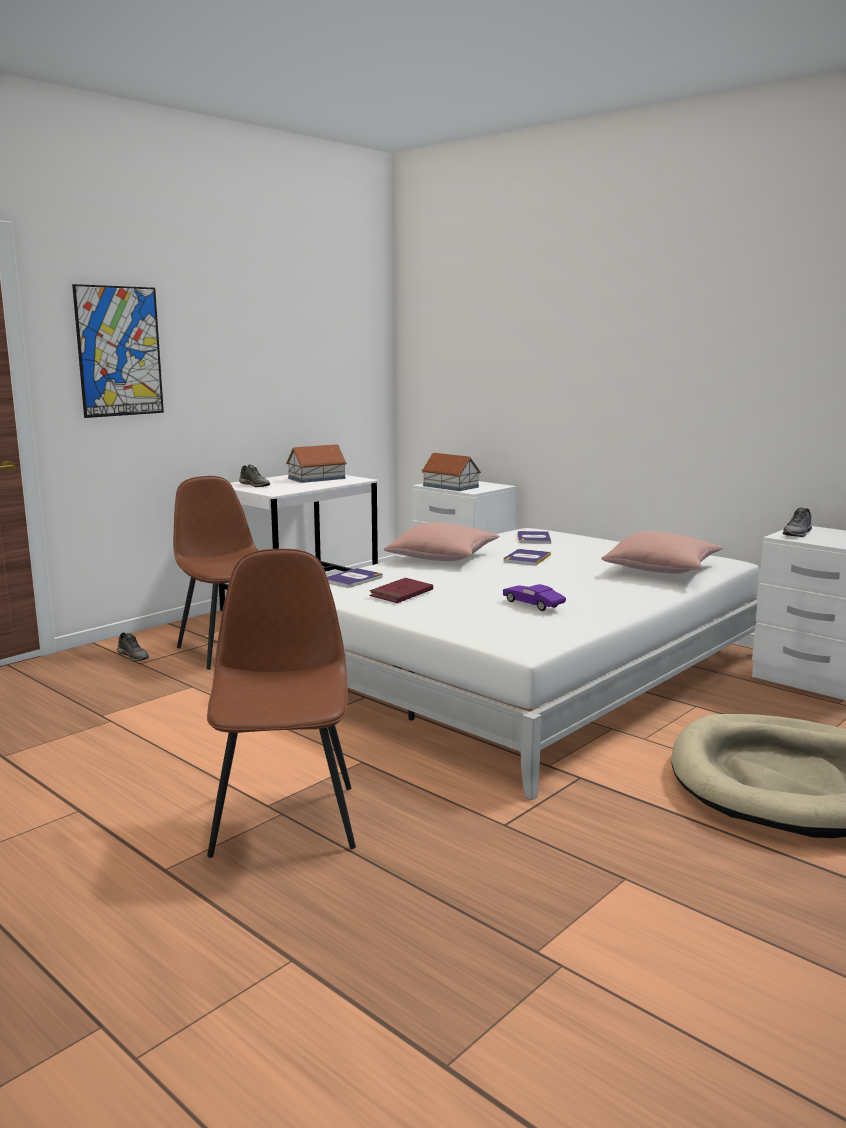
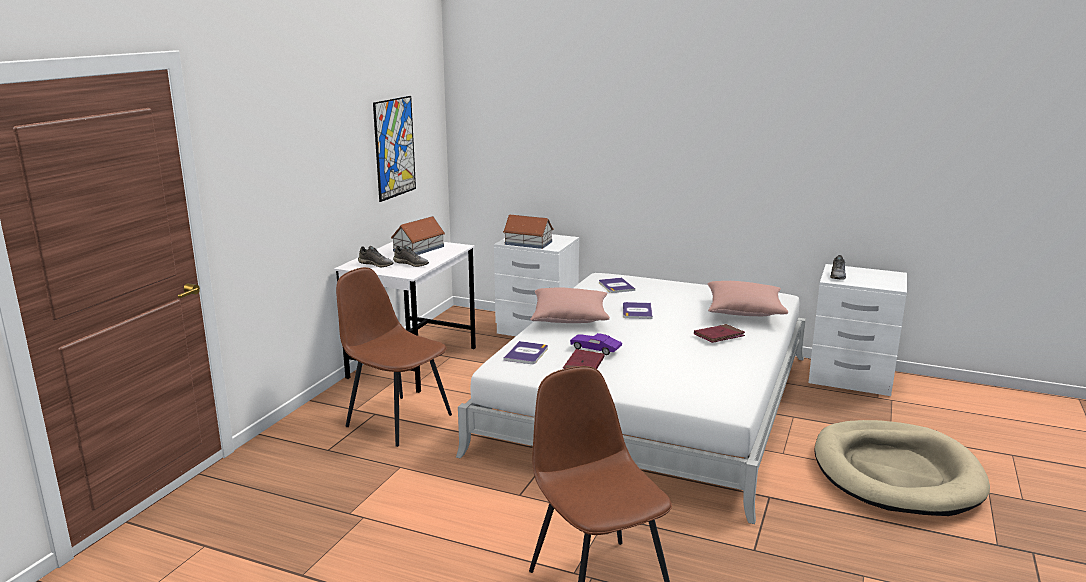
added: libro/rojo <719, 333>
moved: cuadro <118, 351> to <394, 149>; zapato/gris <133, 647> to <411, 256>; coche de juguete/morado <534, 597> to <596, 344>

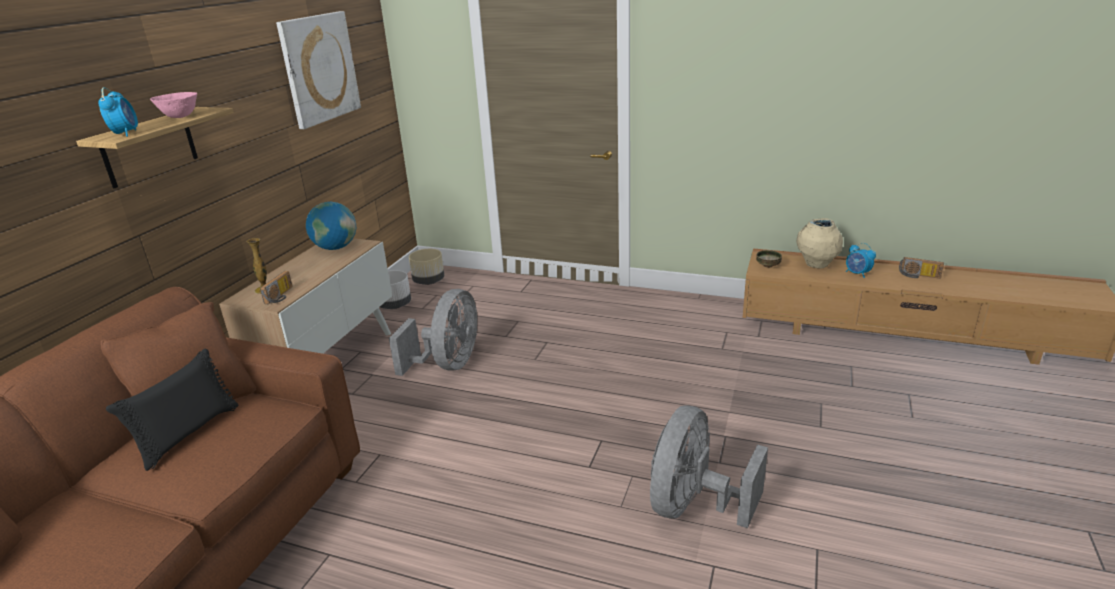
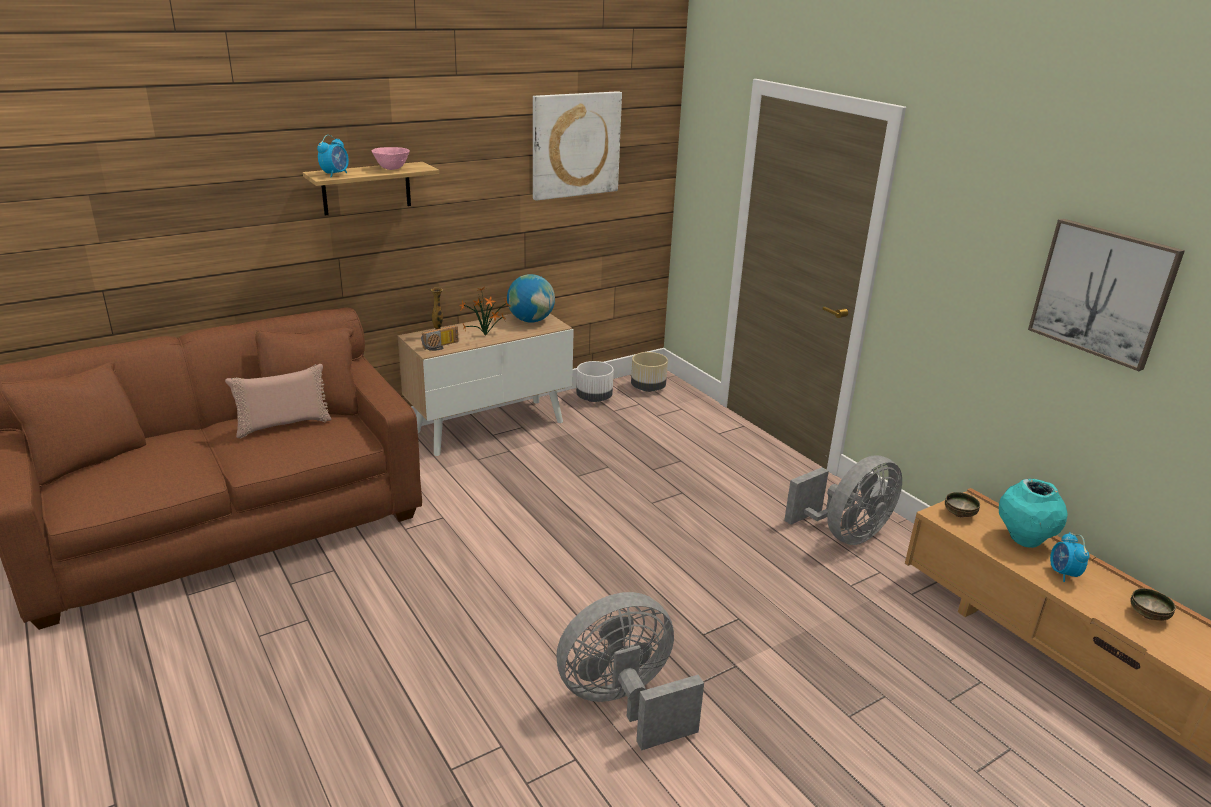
added: planta en maceta <484, 311>; cuadro <1106, 295>
moved: ventilador/gris <433, 332> to <843, 500>
replaced: radio <921, 268> to cuenco <1153, 604>
recoloured: cojín/negro <172, 410> to cojín/beis <278, 401>; florero/beis <819, 243> to florero/turquesa <1033, 513>

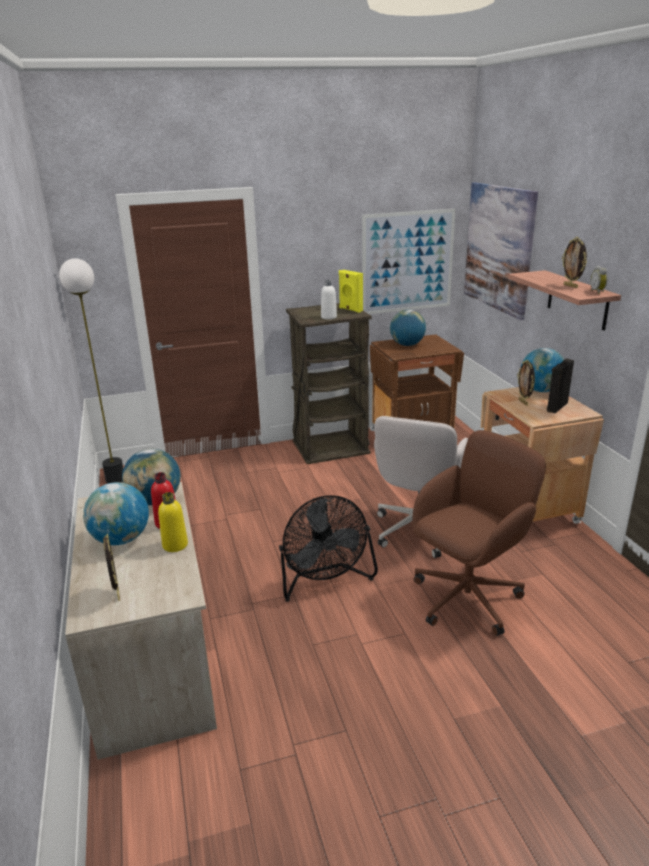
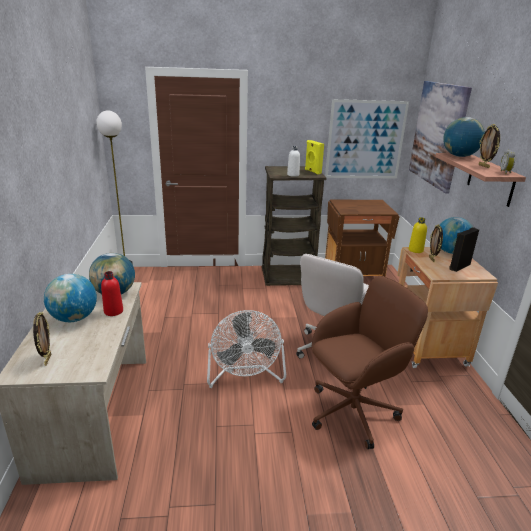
moved: botella/amarillo <173, 522> to <418, 235>; globo terráqueo <408, 327> to <464, 137>
recoloured: ventilador/negro <328, 548> to ventilador/blanco <246, 349>

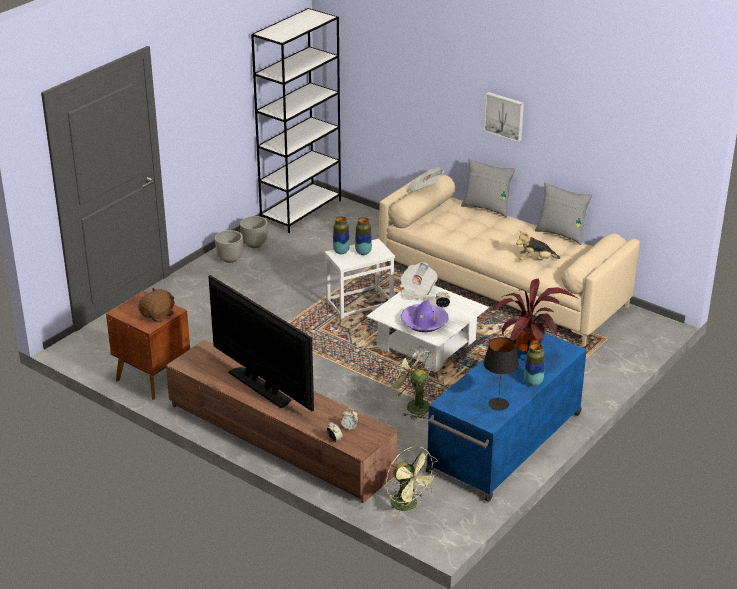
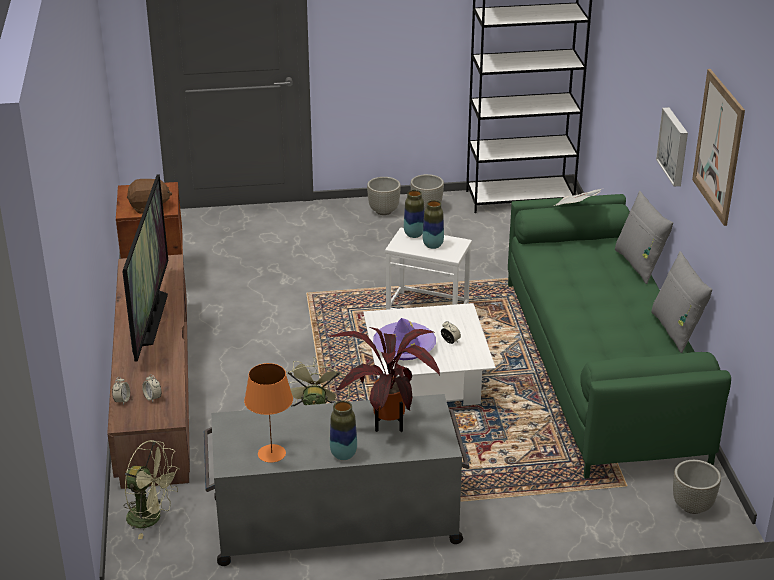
removed: periódico <419, 281>; peluche <538, 245>
added: maceta/gris <697, 487>; cuadro <718, 147>
recoloured: sofá/beis <509, 258> to sofá/verde <619, 336>; armario/azul <506, 417> to armario/gris <337, 480>; lámpara de mesa/negro <501, 374> to lámpara de mesa/naranja <268, 413>
turned: ventilador/verde <412, 482> = <152, 489> 75 degrees counterclockwise

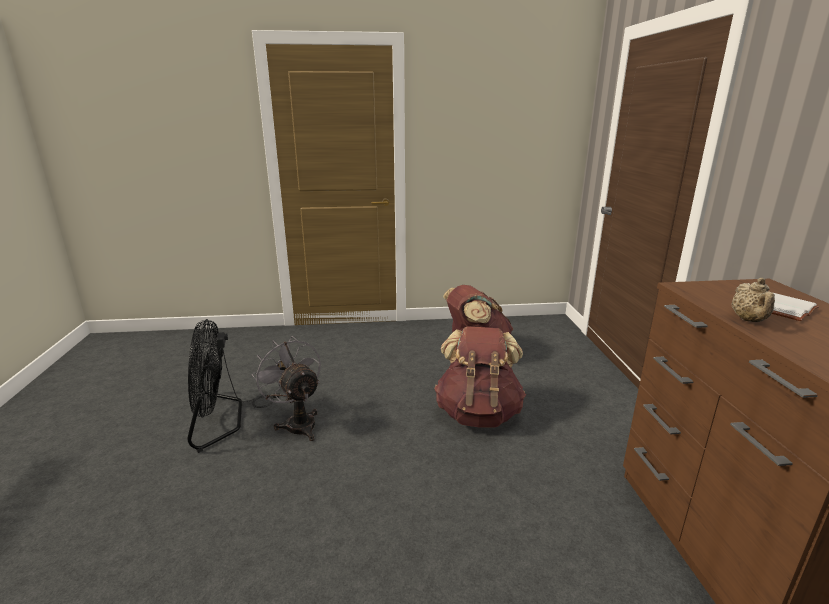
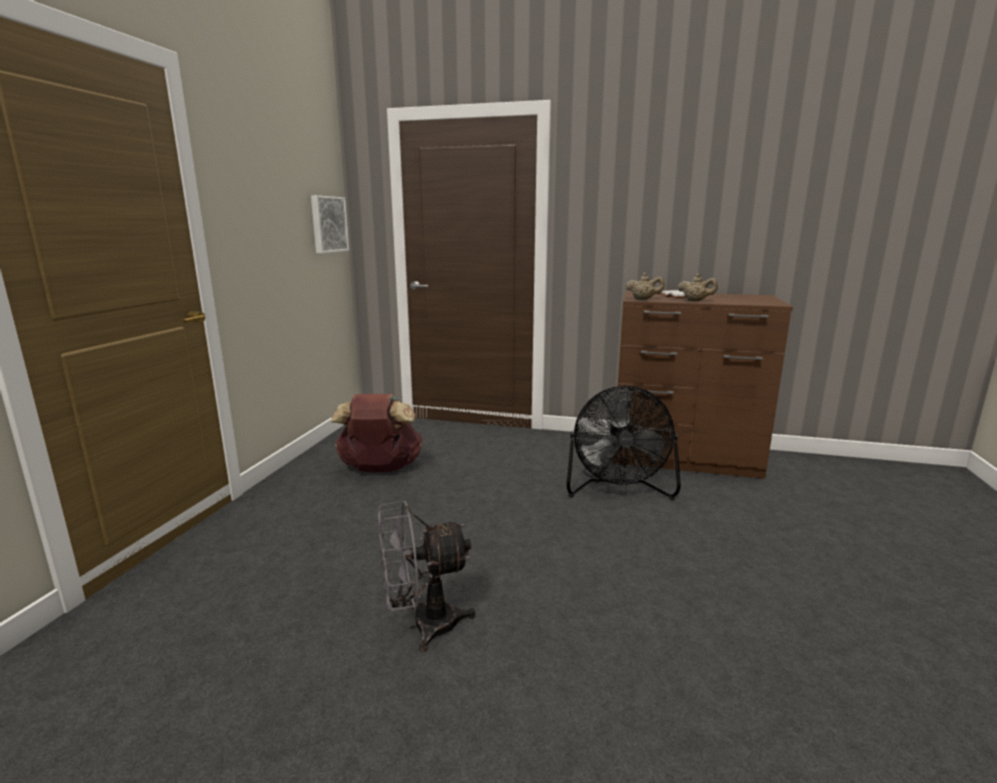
removed: mochila/marrón <480, 376>
added: cuadro <330, 224>; tetera/beis <645, 286>
moved: ventilador/negro <233, 386> to <624, 443>

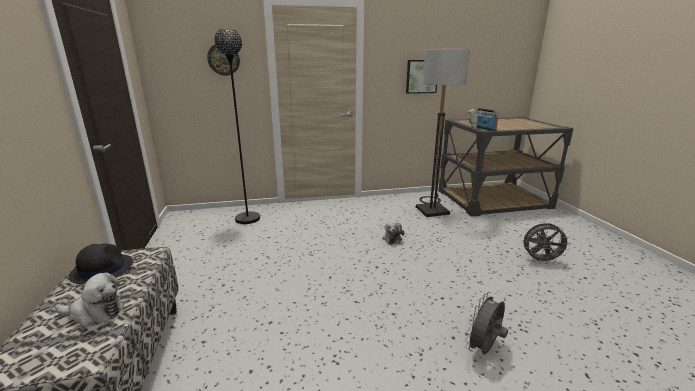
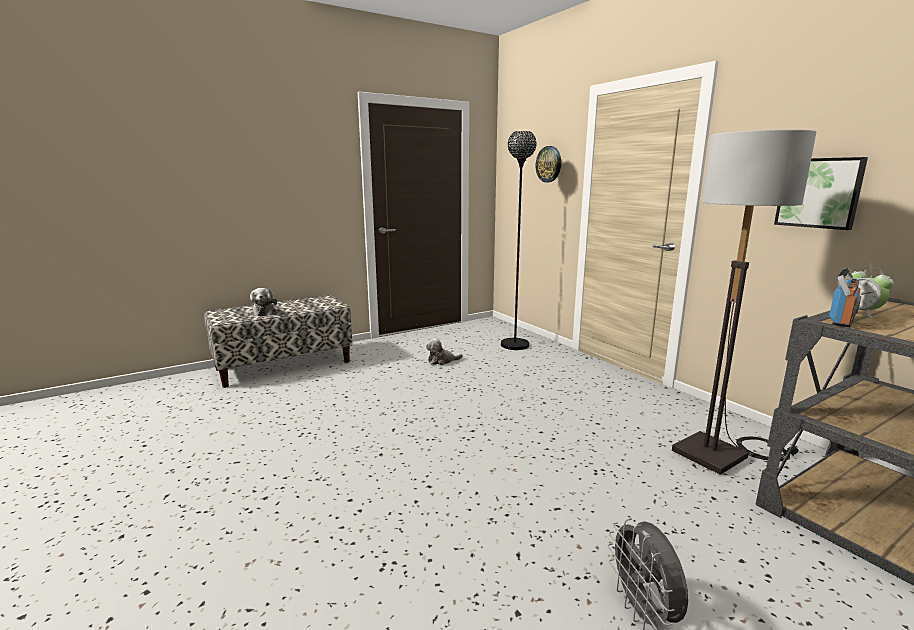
removed: sombrero/negro <100, 263>; ventilador/gris <486, 323>
moved: peluche <393, 232> to <444, 351>

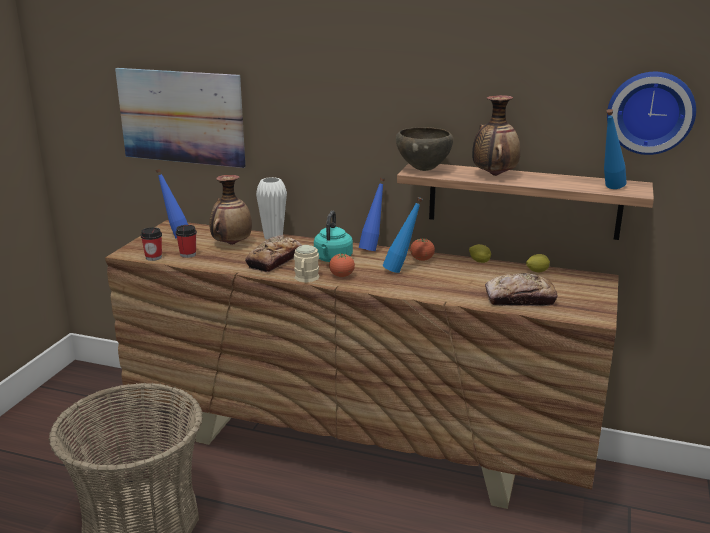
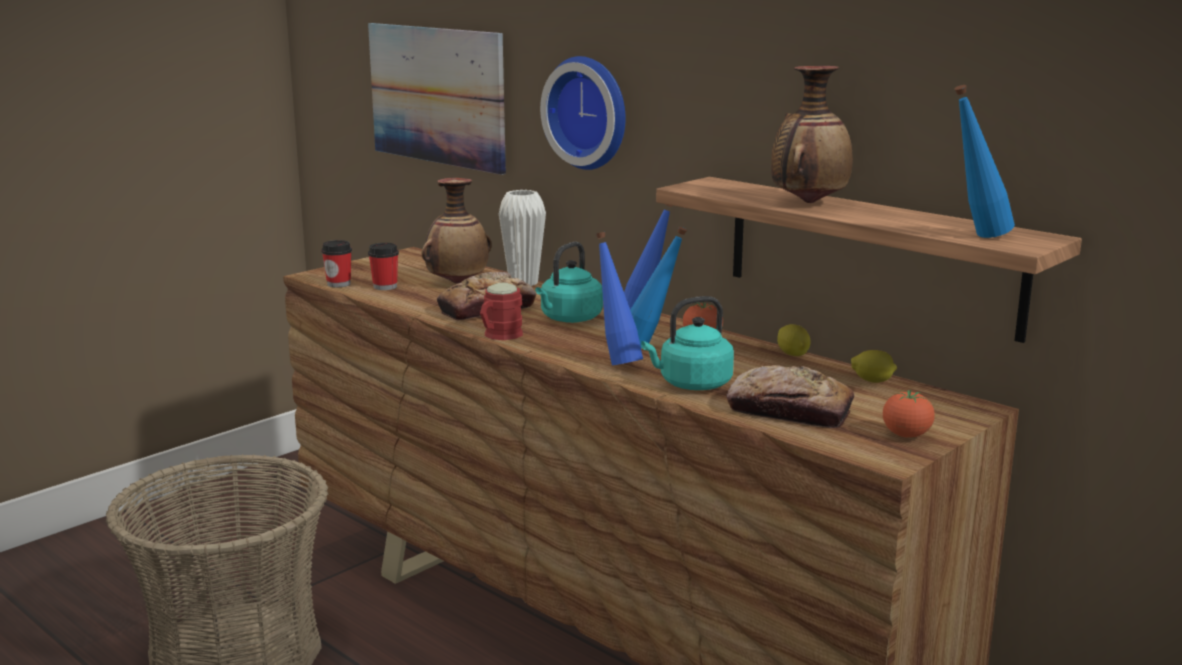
removed: cuenco/marrón <424, 149>
added: hervidor/turquesa <687, 343>
moved: botella/azul <172, 203> to <619, 299>; tomate <342, 265> to <909, 414>; reloj de pared <651, 113> to <583, 113>
recoloured: taza grande/beis <306, 263> to taza grande/rojo <501, 311>

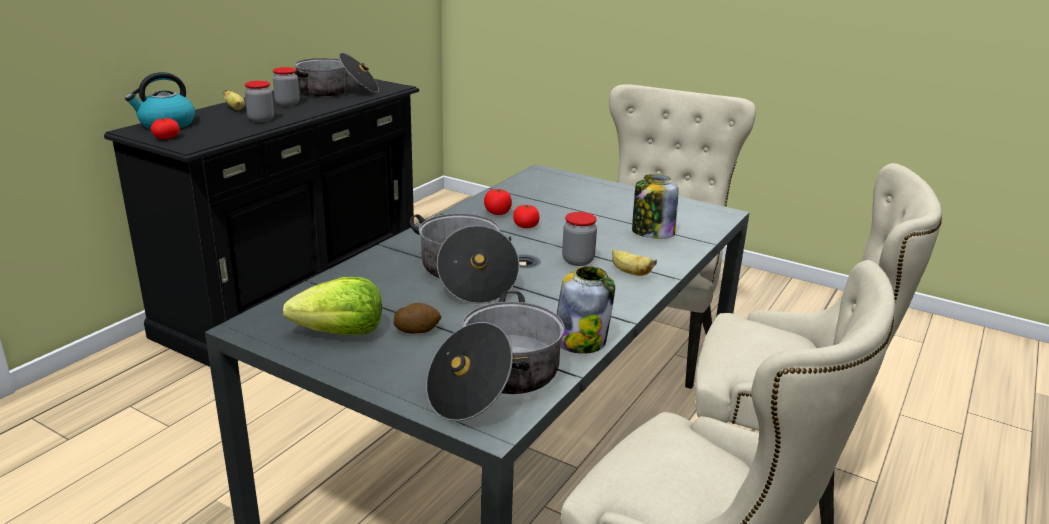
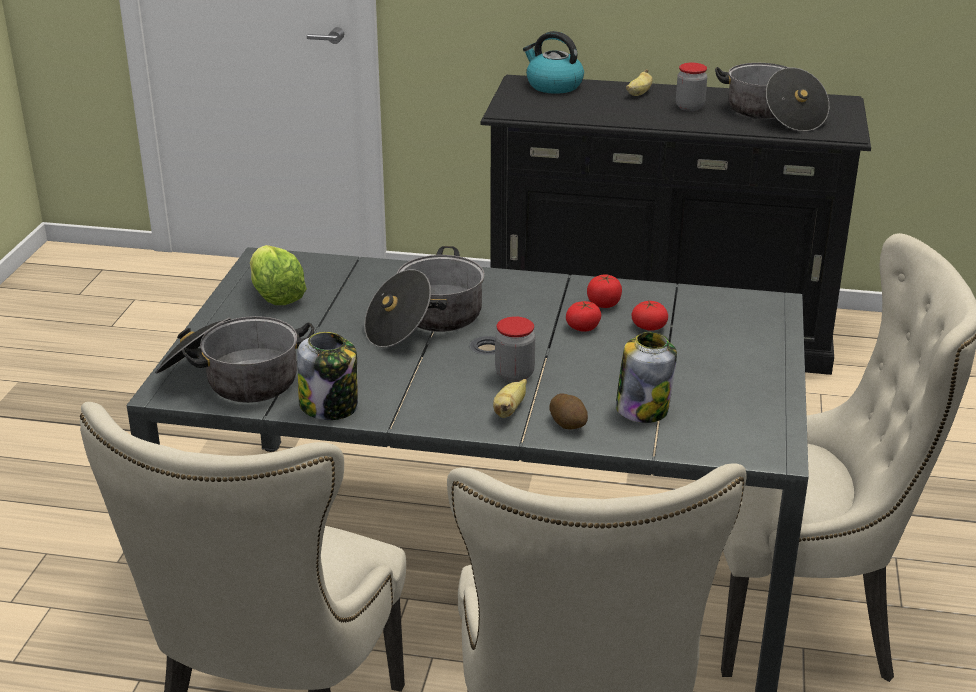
removed: tarro <259, 102>
moved: tomate <165, 128> to <649, 315>; patata <417, 318> to <568, 411>

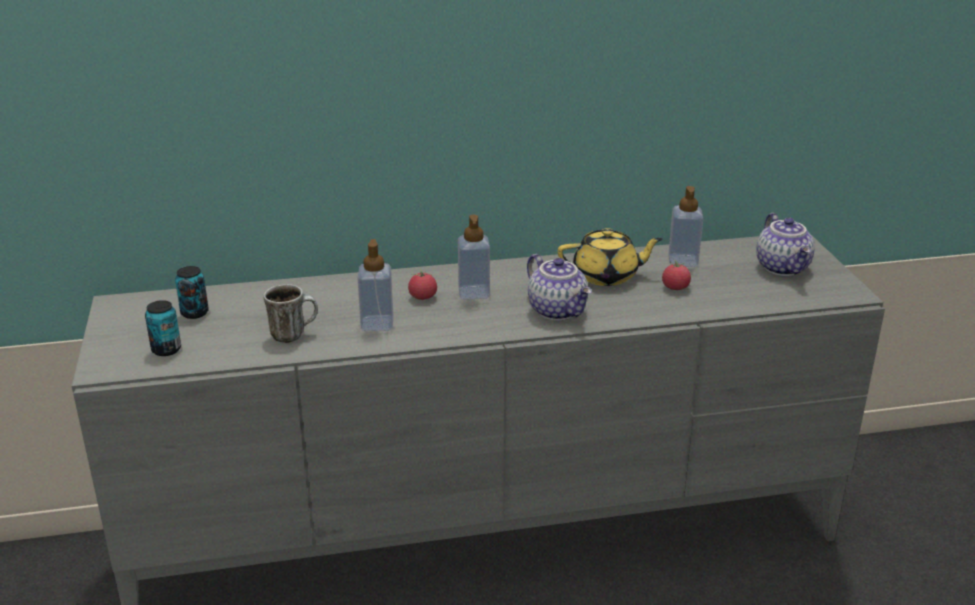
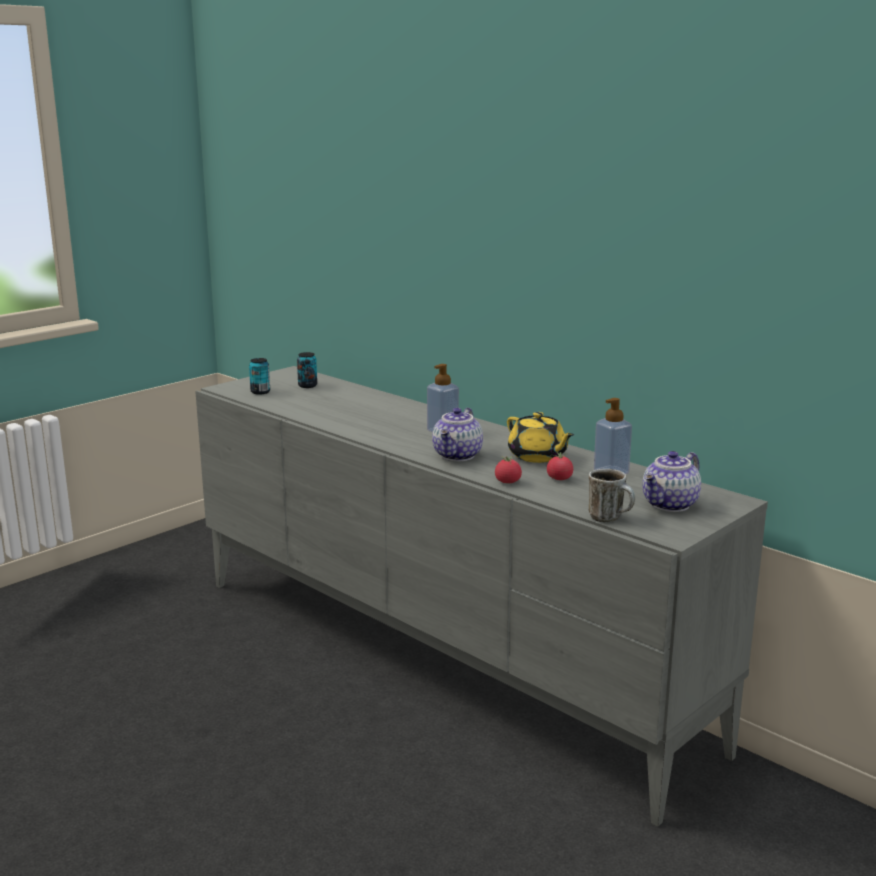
removed: dispensador de jabón <375, 285>
moved: taza grande <291, 313> to <612, 495>; tomate <422, 284> to <508, 469>

